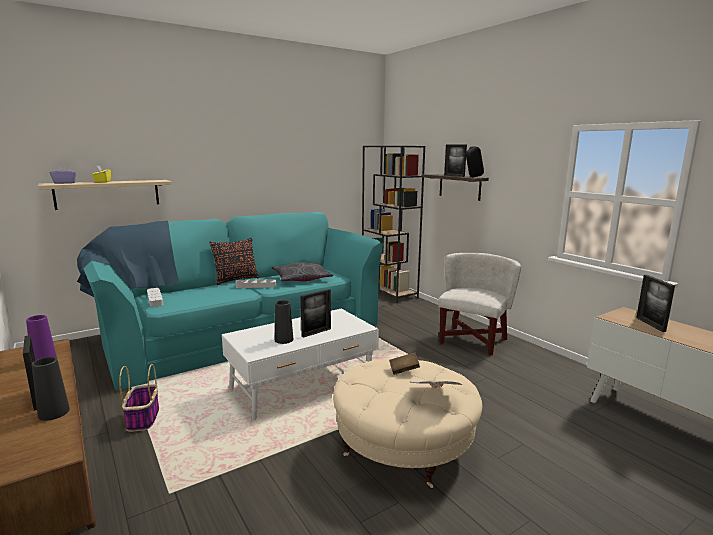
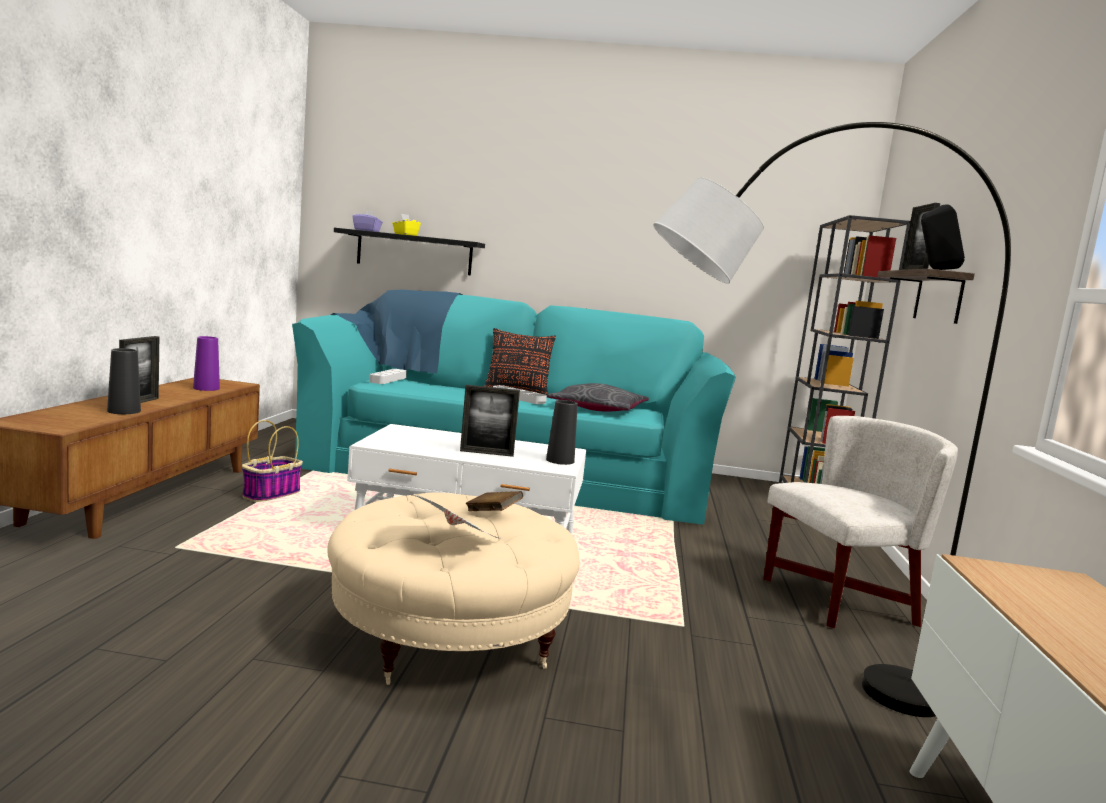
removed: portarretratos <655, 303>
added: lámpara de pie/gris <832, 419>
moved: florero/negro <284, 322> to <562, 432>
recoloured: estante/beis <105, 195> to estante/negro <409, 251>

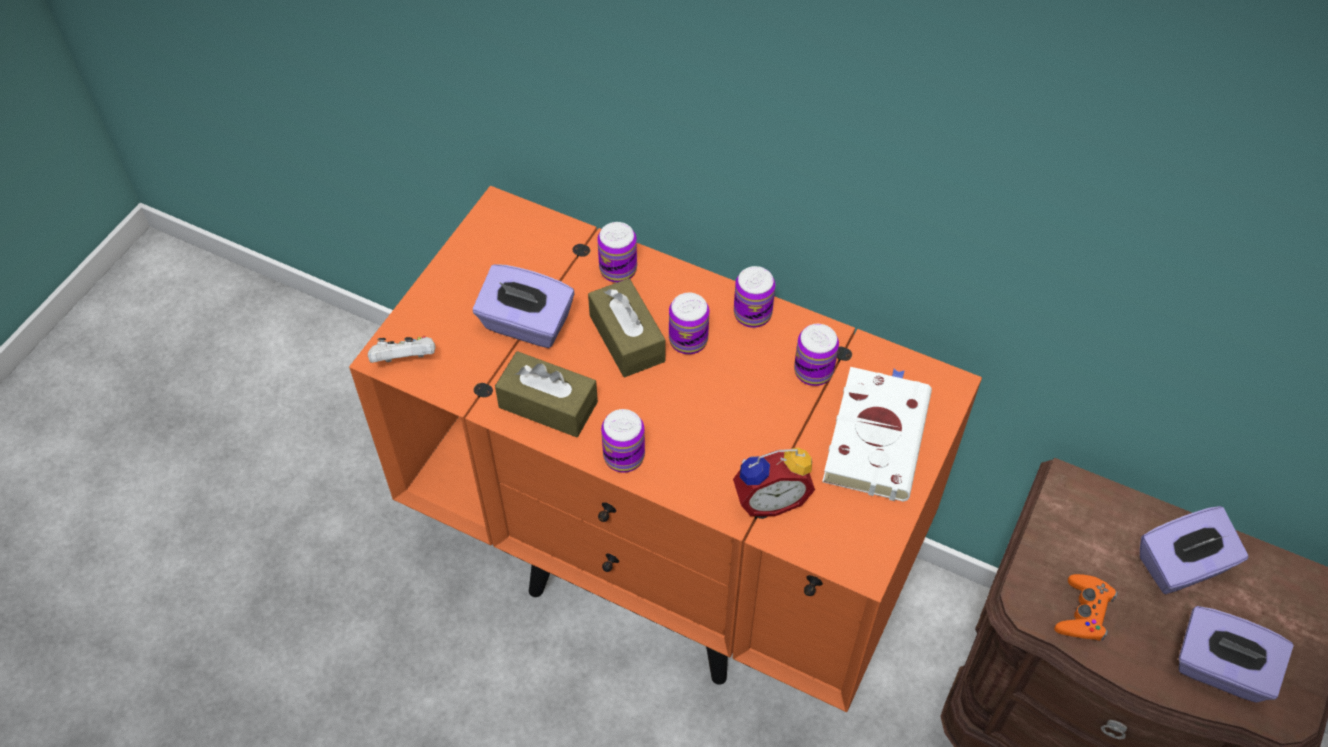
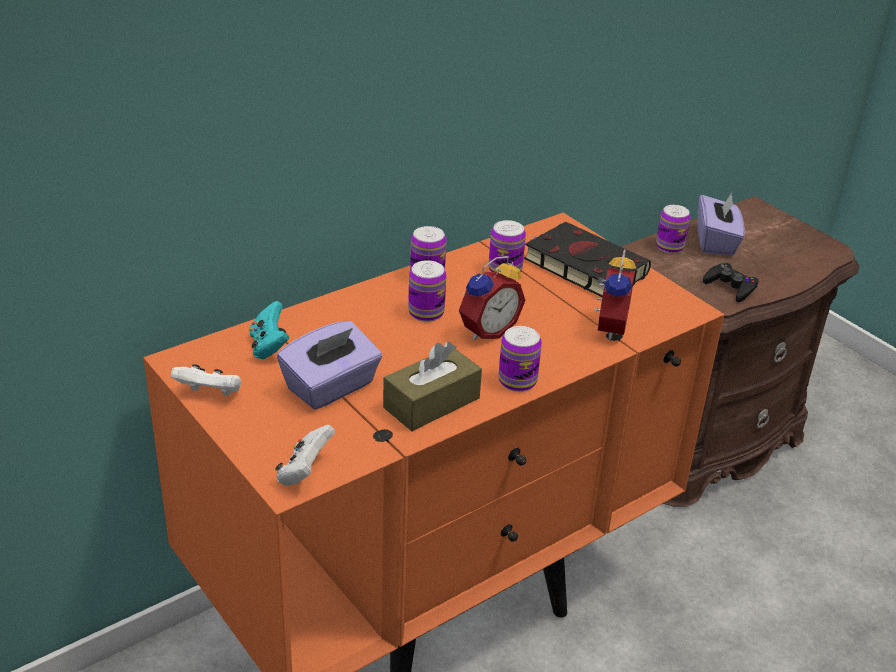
removed: caja de pañuelos/marrón <626, 327>; caja de pañuelos/morado <1236, 654>
added: mando de consola/blanco <206, 380>; mando de consola/turquesa <269, 330>; despertador <492, 298>
moved: lata <617, 252> to <673, 229>
recoloured: libro/blanco <877, 434> to libro/negro <587, 259>; mando de consola/naranja <1086, 607> to mando de consola/negro <731, 282>

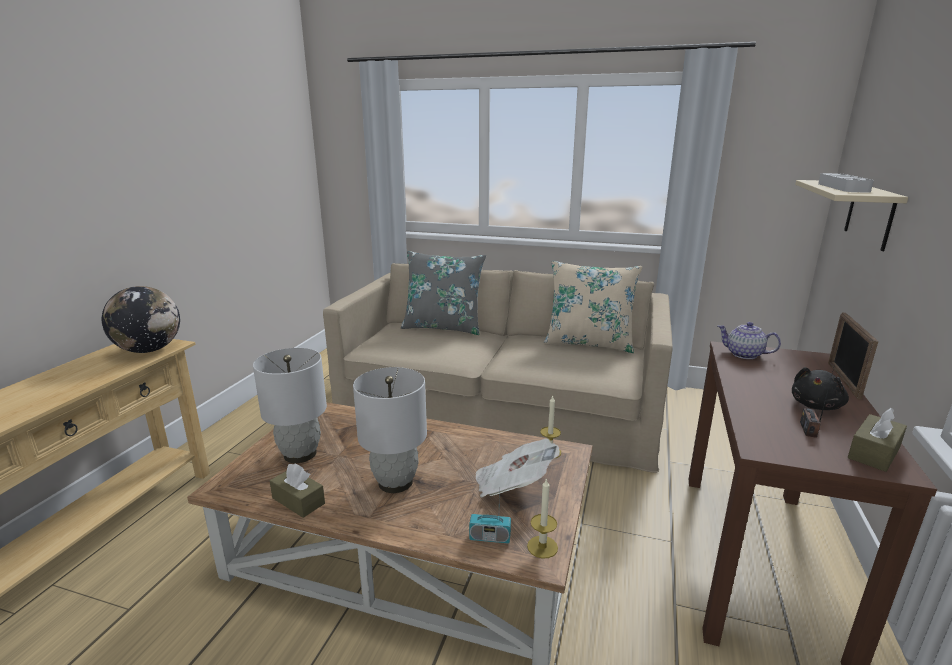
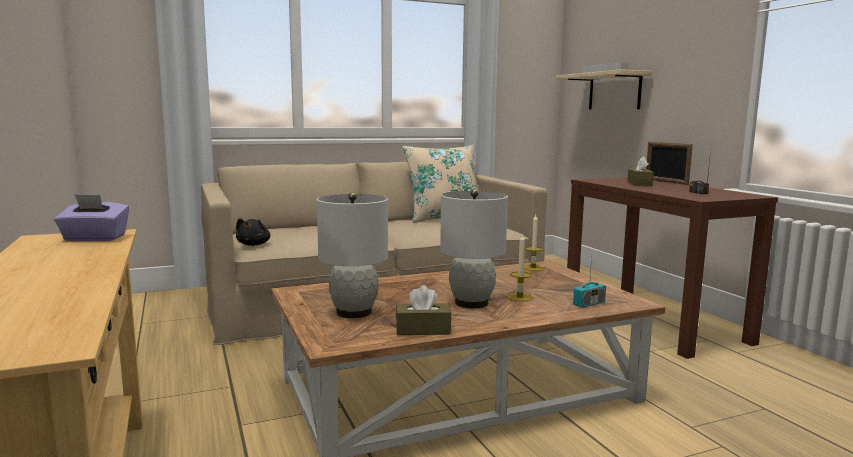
removed: cojín/gris <443, 293>; periódico <517, 468>; tetera <749, 340>
moved: vela <542, 518> to <520, 267>; peluche/negro <820, 388> to <253, 232>; caja de pañuelos/marrón <877, 440> to <640, 171>
replaced: globo terráqueo <141, 319> to caja de pañuelos/morado <91, 217>

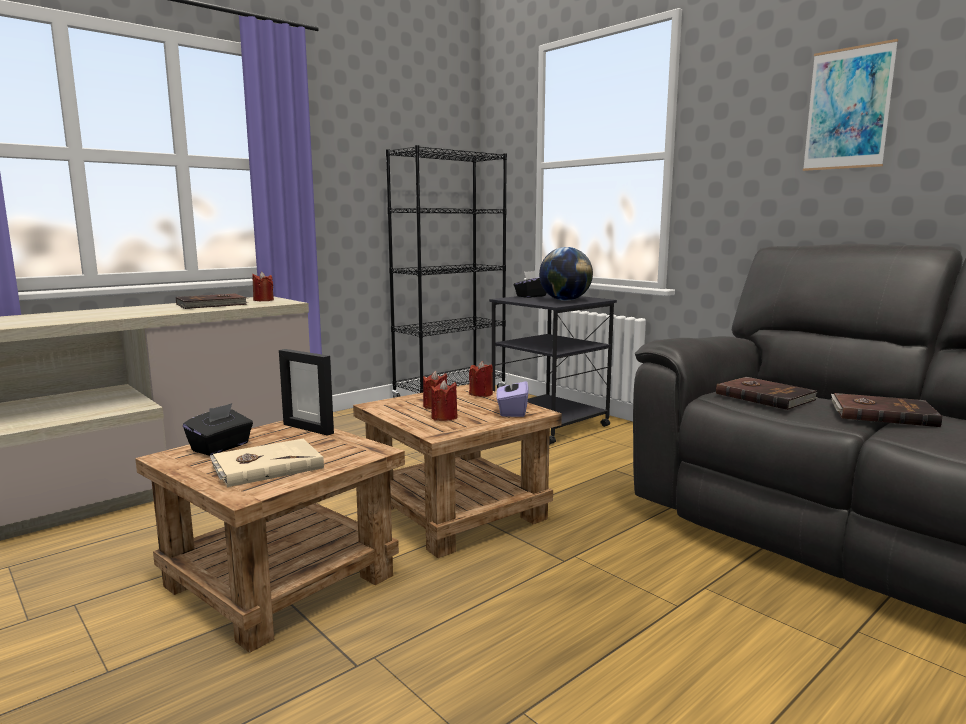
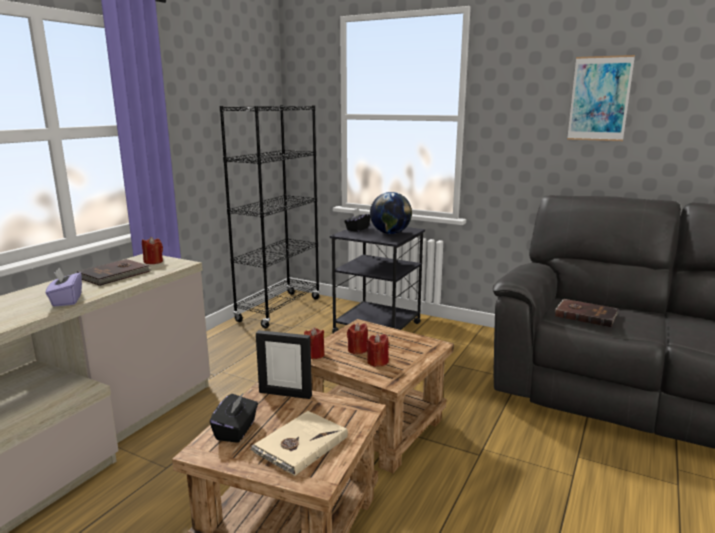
removed: libro/marrón <886, 410>
moved: vela/rojo <481, 379> to <314, 343>; caja de pañuelos/morado <512, 395> to <64, 287>

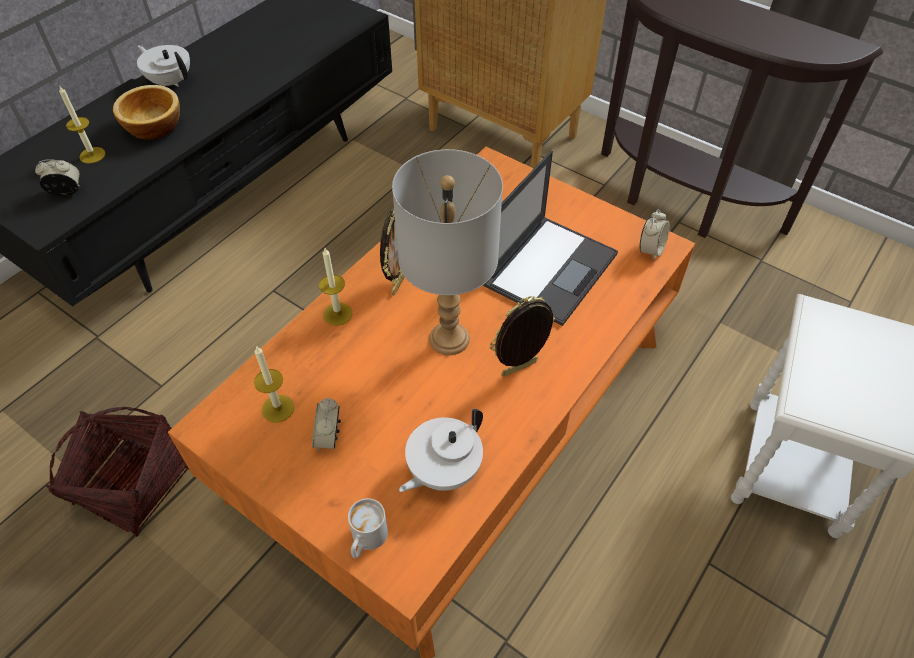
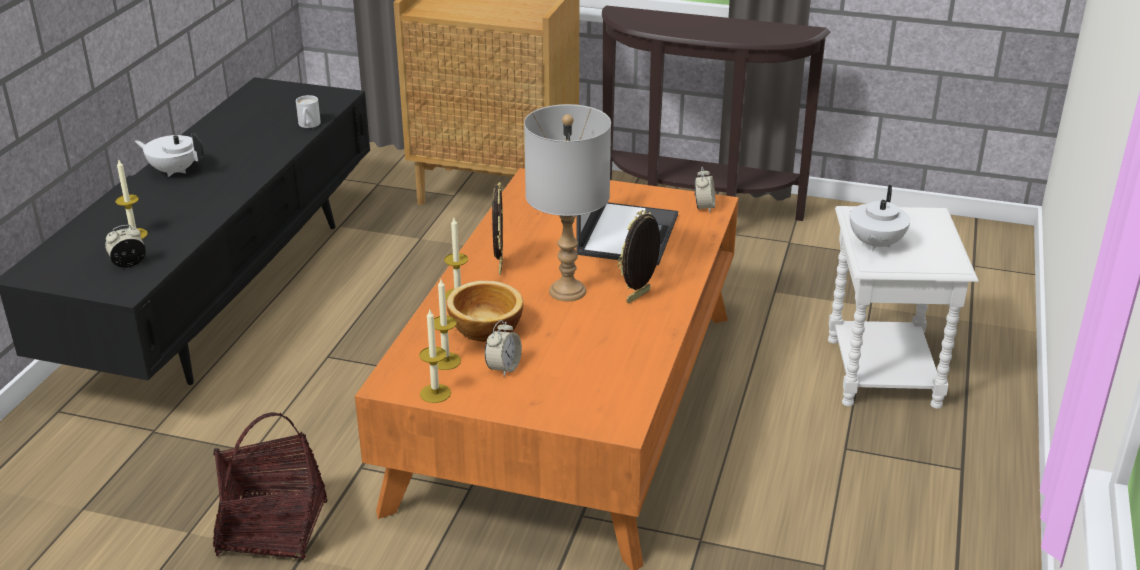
added: vela <435, 355>
moved: cuenco <146, 112> to <485, 311>; taza grande/blanco <368, 528> to <308, 111>; tetera/blanco <441, 450> to <880, 218>
turned: despertador <326, 425> = <503, 348> 135 degrees counterclockwise

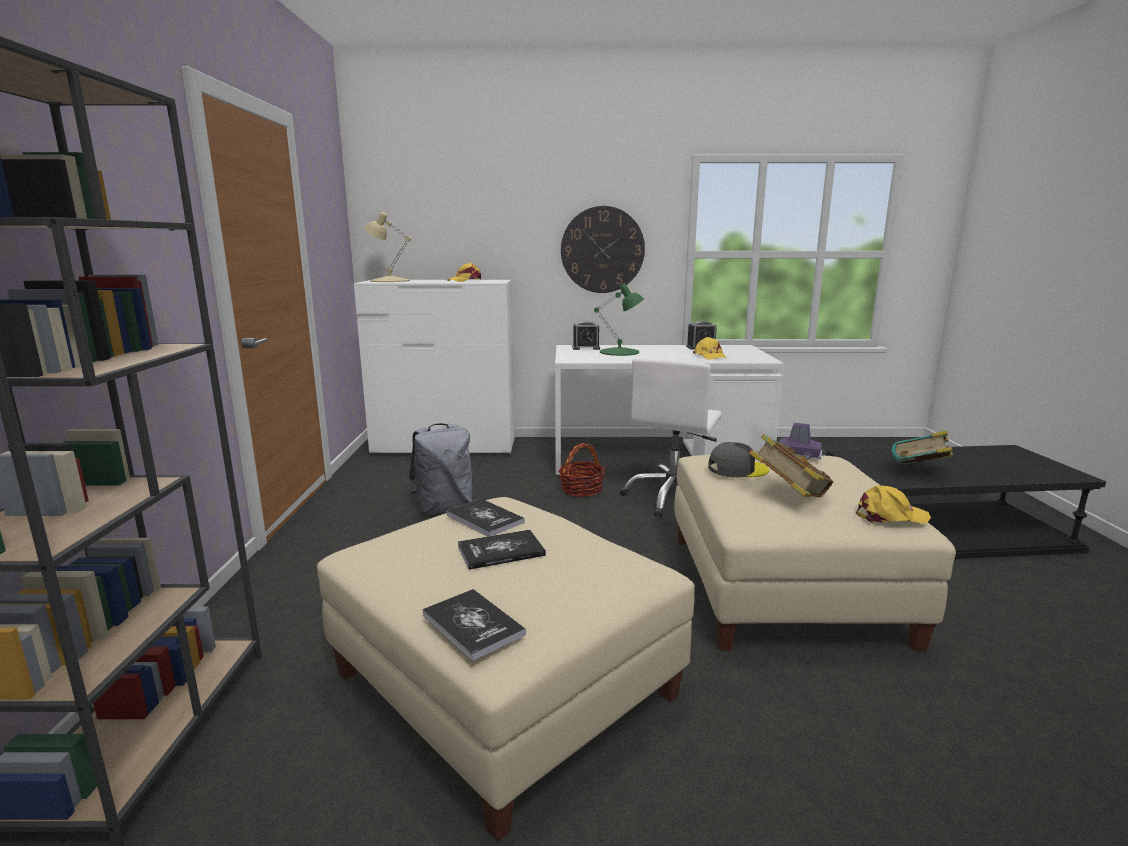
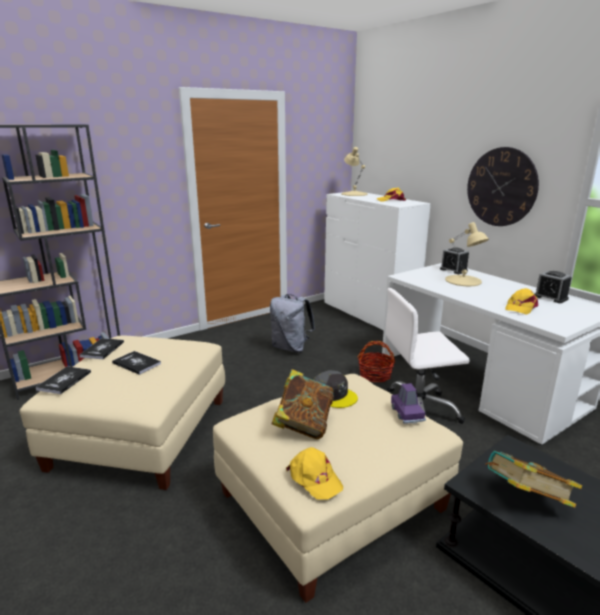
moved: libro <486, 517> to <102, 348>
recoloured: lámpara de mesa/verde <619, 319> to lámpara de mesa/beis <467, 254>

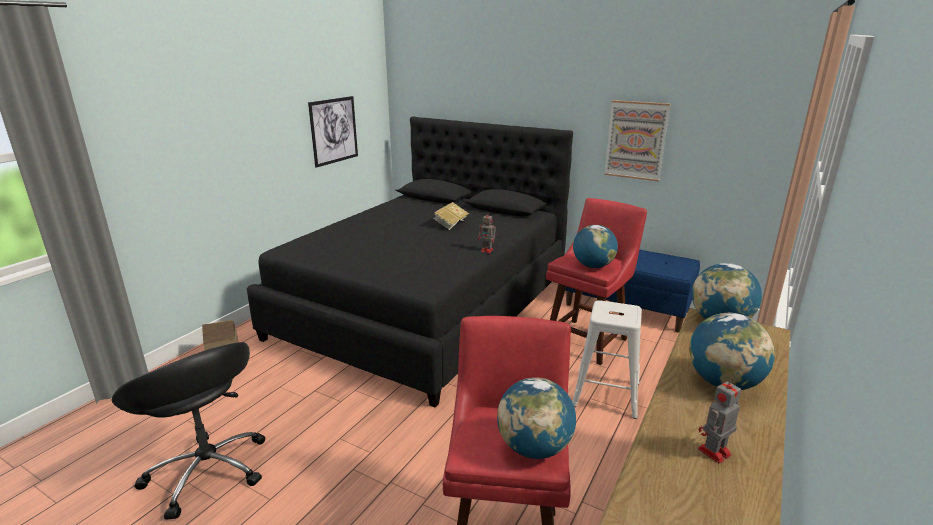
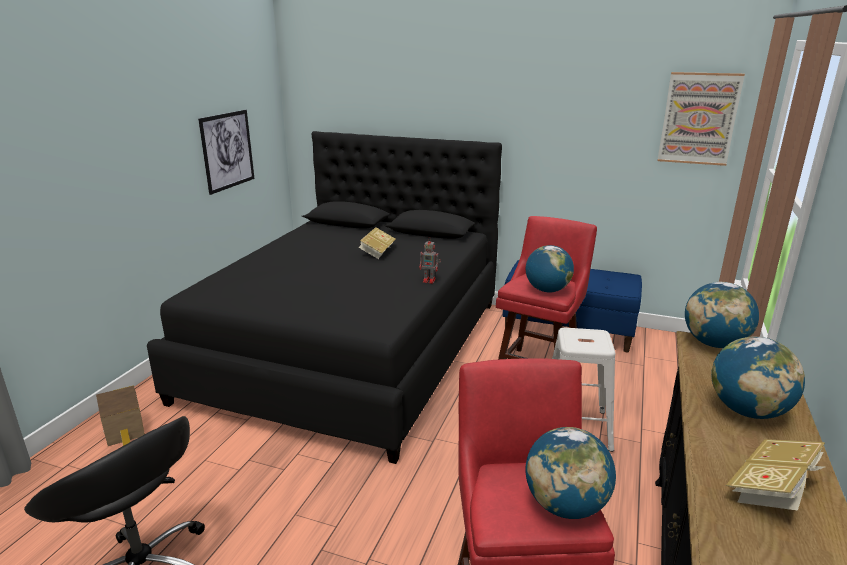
moved: cuadro <637, 140> to <701, 119>
replaced: robot de juguete <719, 420> to libro <775, 475>

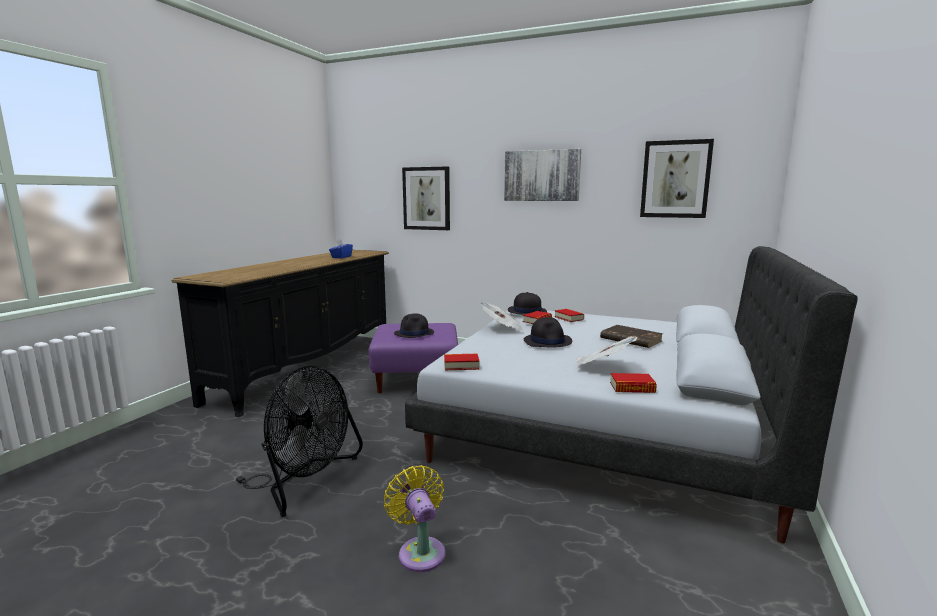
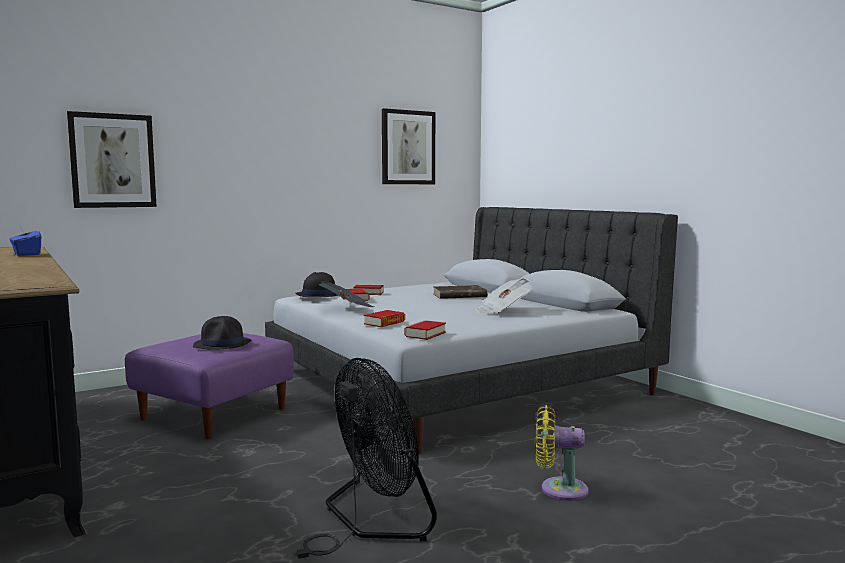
removed: cuadro <542, 175>; sombrero/negro <548, 332>
moved: libro <633, 383> to <384, 318>

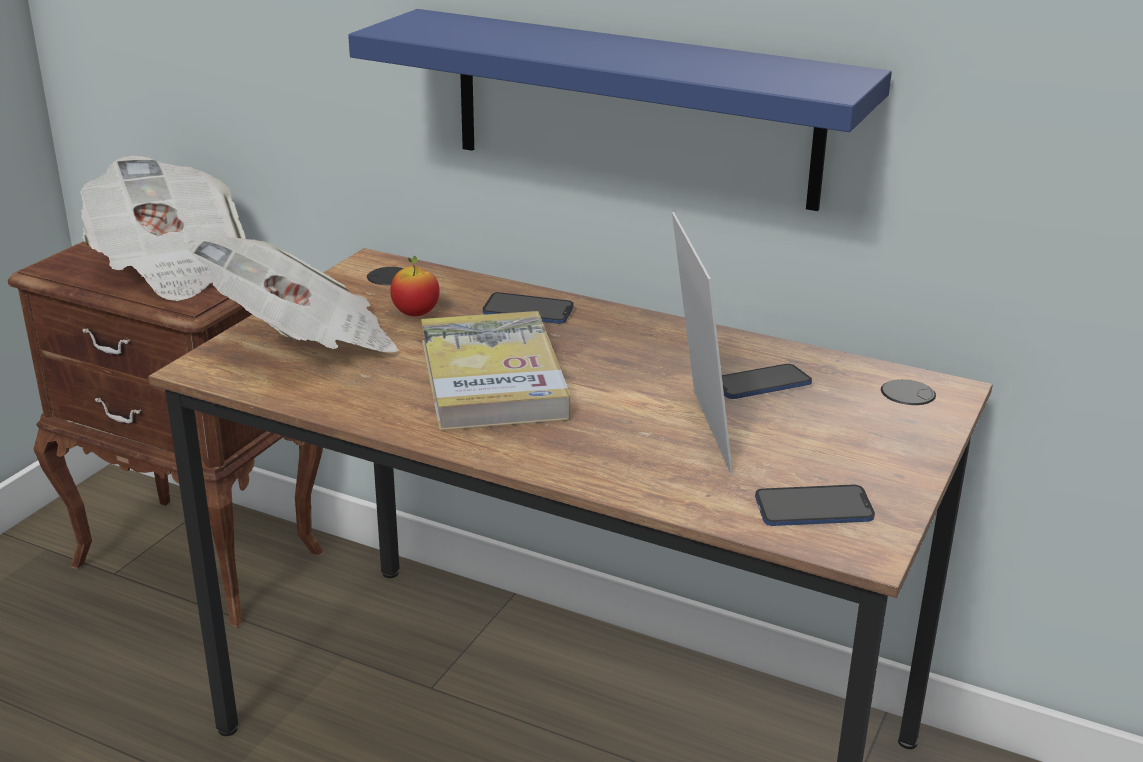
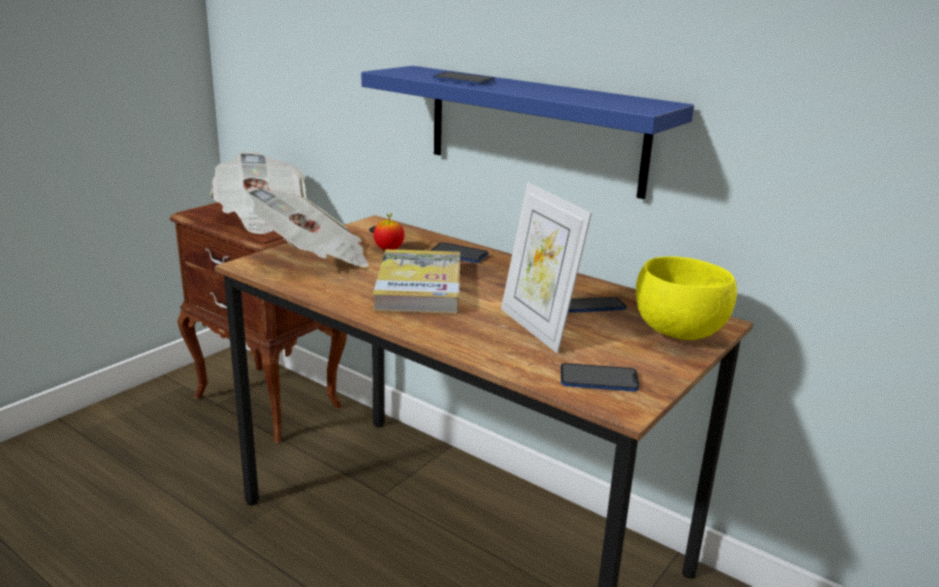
added: móvil <464, 78>; cuenco/amarillo <686, 298>
turned: portarretratos <702, 343> = <546, 267> 150 degrees clockwise

